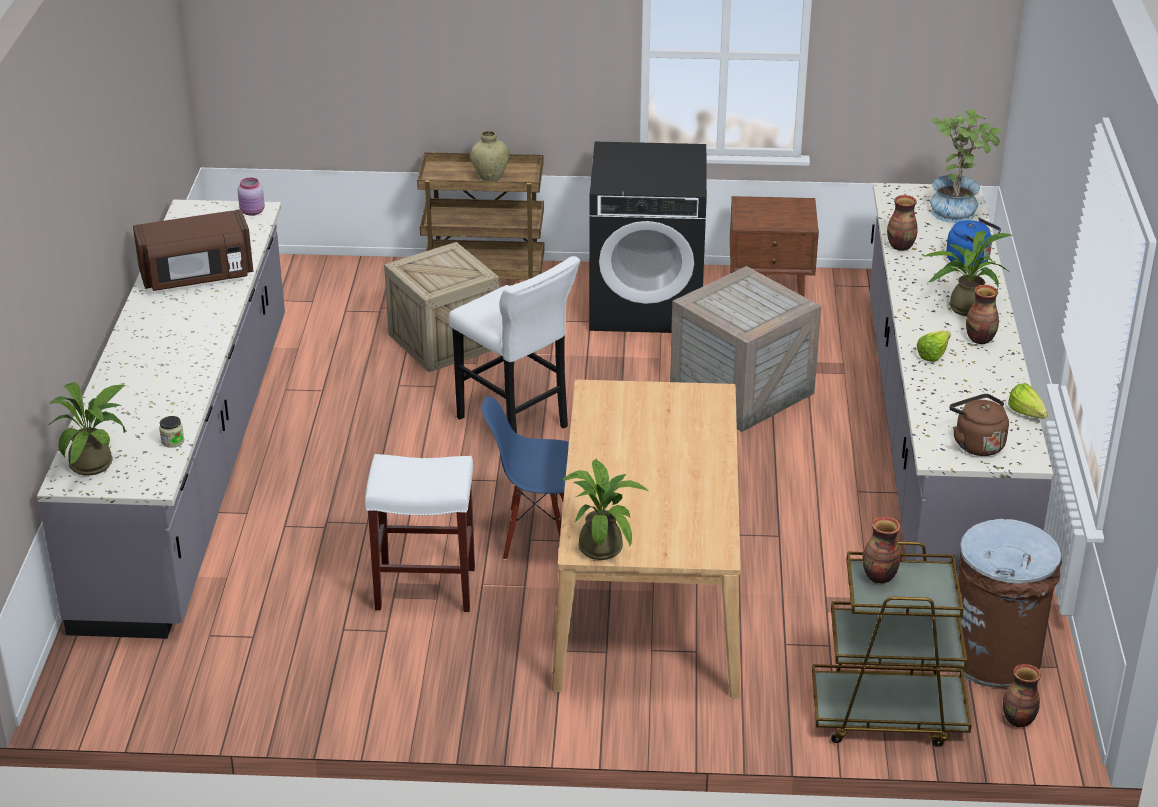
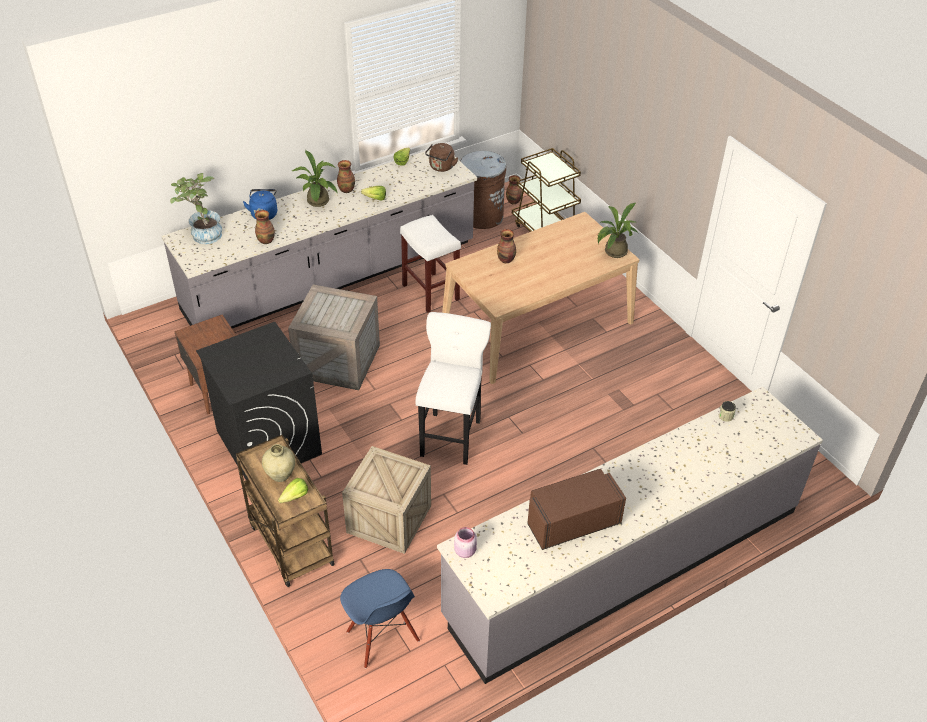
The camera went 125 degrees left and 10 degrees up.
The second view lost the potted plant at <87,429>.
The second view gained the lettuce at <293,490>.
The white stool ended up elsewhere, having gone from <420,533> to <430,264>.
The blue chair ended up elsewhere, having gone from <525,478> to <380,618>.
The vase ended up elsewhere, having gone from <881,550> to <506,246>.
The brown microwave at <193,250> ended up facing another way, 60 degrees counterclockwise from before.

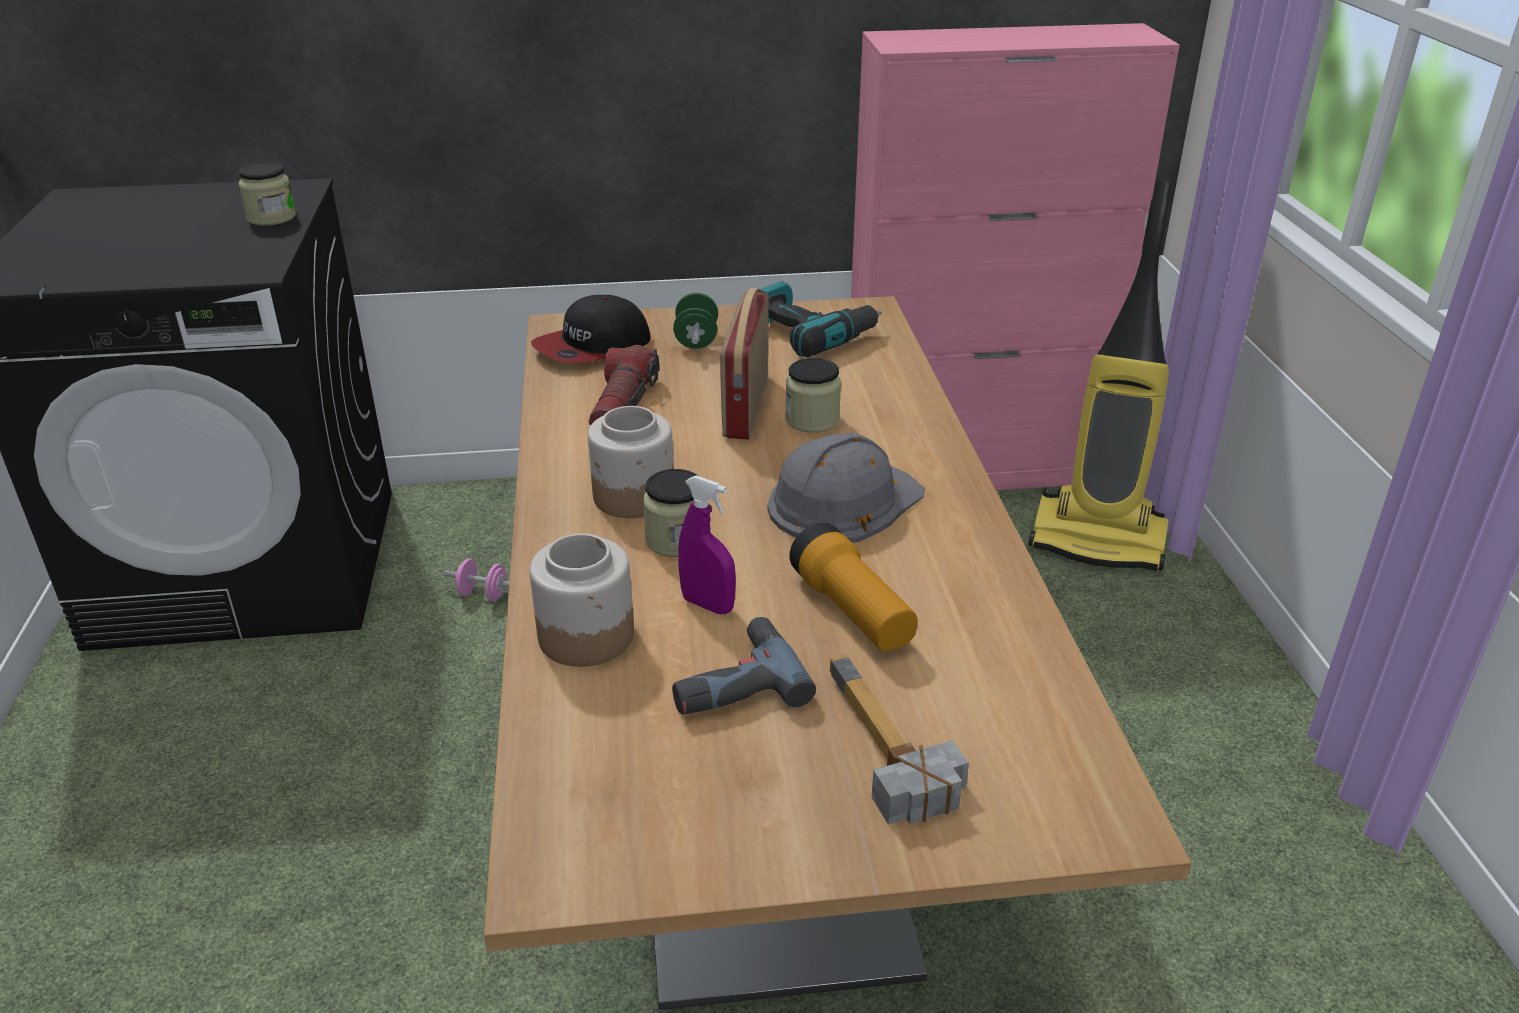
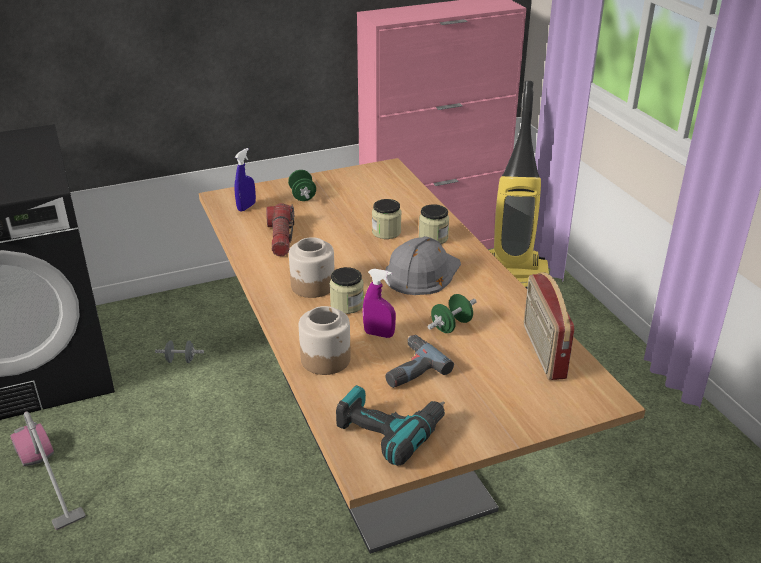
The camera went 15 degrees left and 0 degrees up.
The second view lost the hammer at <899,740>.
The second view gained the vacuum cleaner at <48,470>.
The jar ended up elsewhere, having gone from <267,194> to <434,224>.
The radio ended up elsewhere, having gone from <744,364> to <549,326>.
The power drill ended up elsewhere, having gone from <821,319> to <390,425>.
Where the cap stood at <591,329>, the blue spray bottle came to stand at <245,180>.
Where the flashlight stood at <853,586>, the green dumbbell came to stand at <452,313>.
What was the pink dumbbell at <476,580> turned into the grey dumbbell at <179,351>.

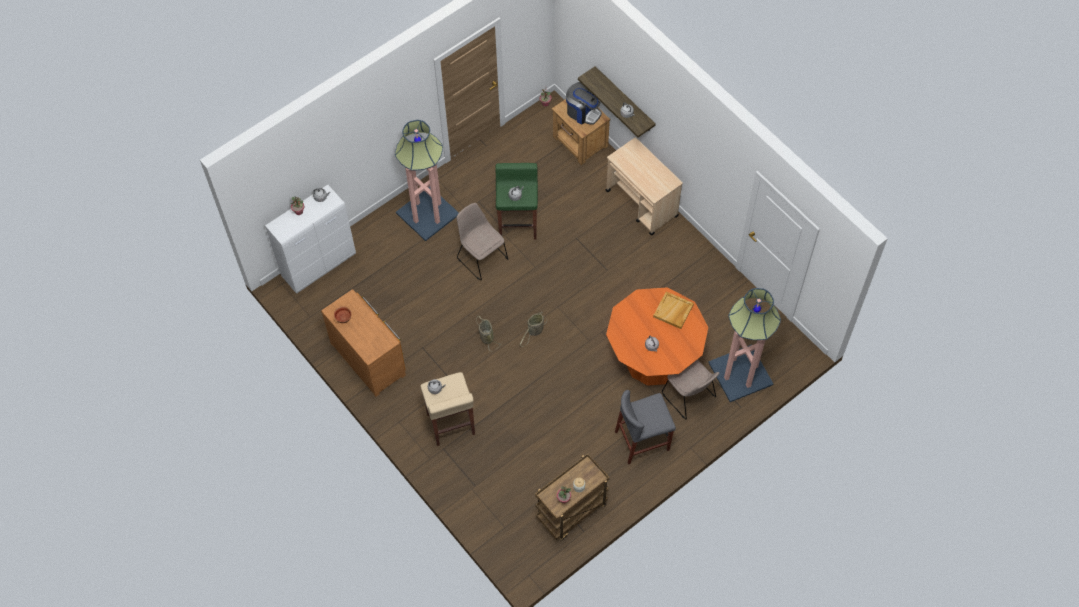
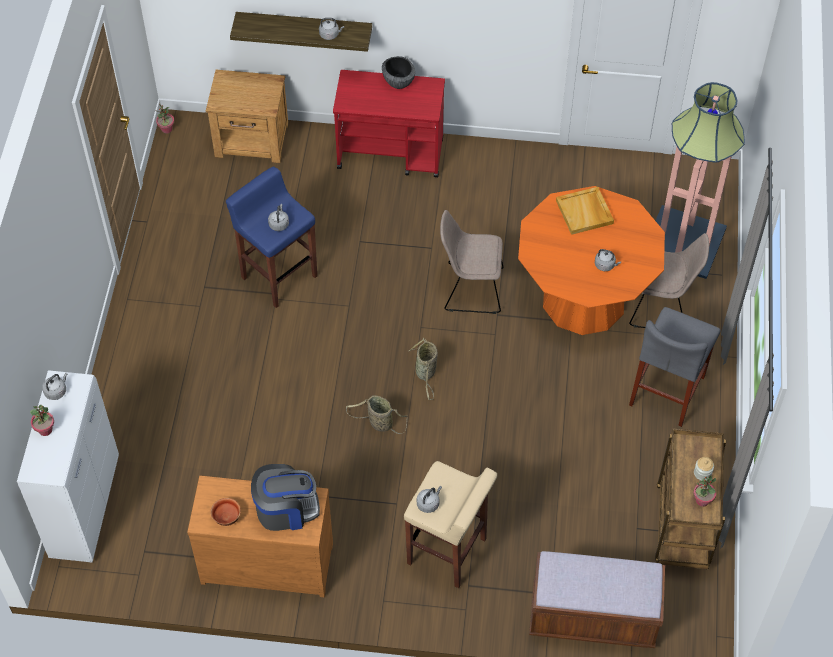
The camera went 45 degrees left and 5 degrees down.
The second view lost the floor lamp at <427,180>.
The second view gained the bowl at <398,72>.
The second view gained the brown bench at <597,599>.
The beige chair ended up elsewhere, having gone from <482,241> to <472,262>.
The coffee machine ended up elsewhere, having gone from <584,103> to <285,497>.
What was the green stool at <516,201> turned into the blue stool at <271,237>.
What was the beige cart at <644,186> turned into the red cart at <389,123>.

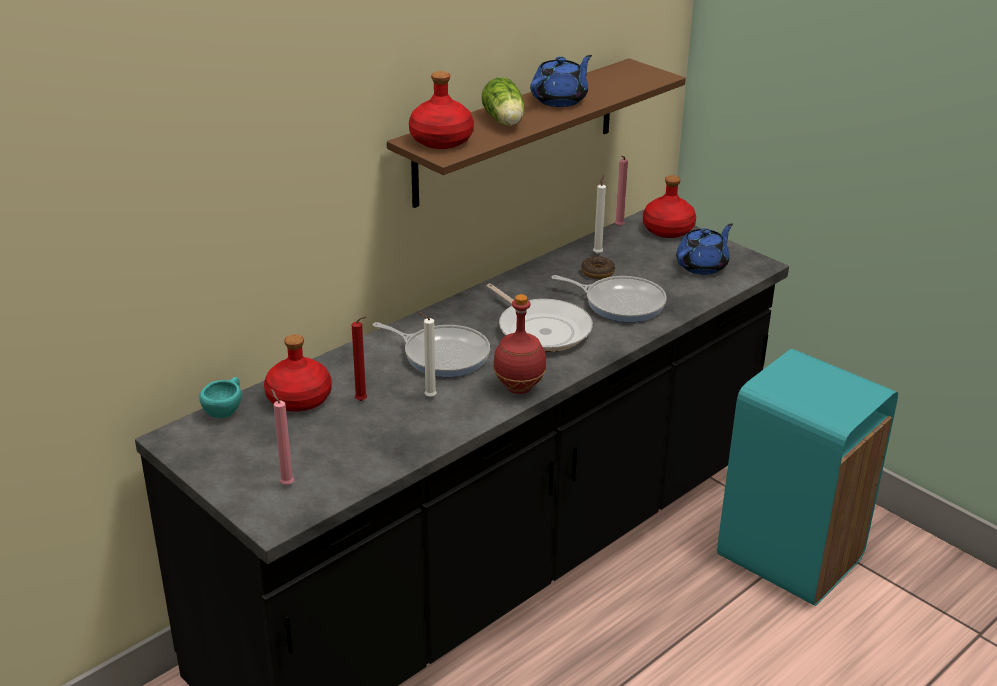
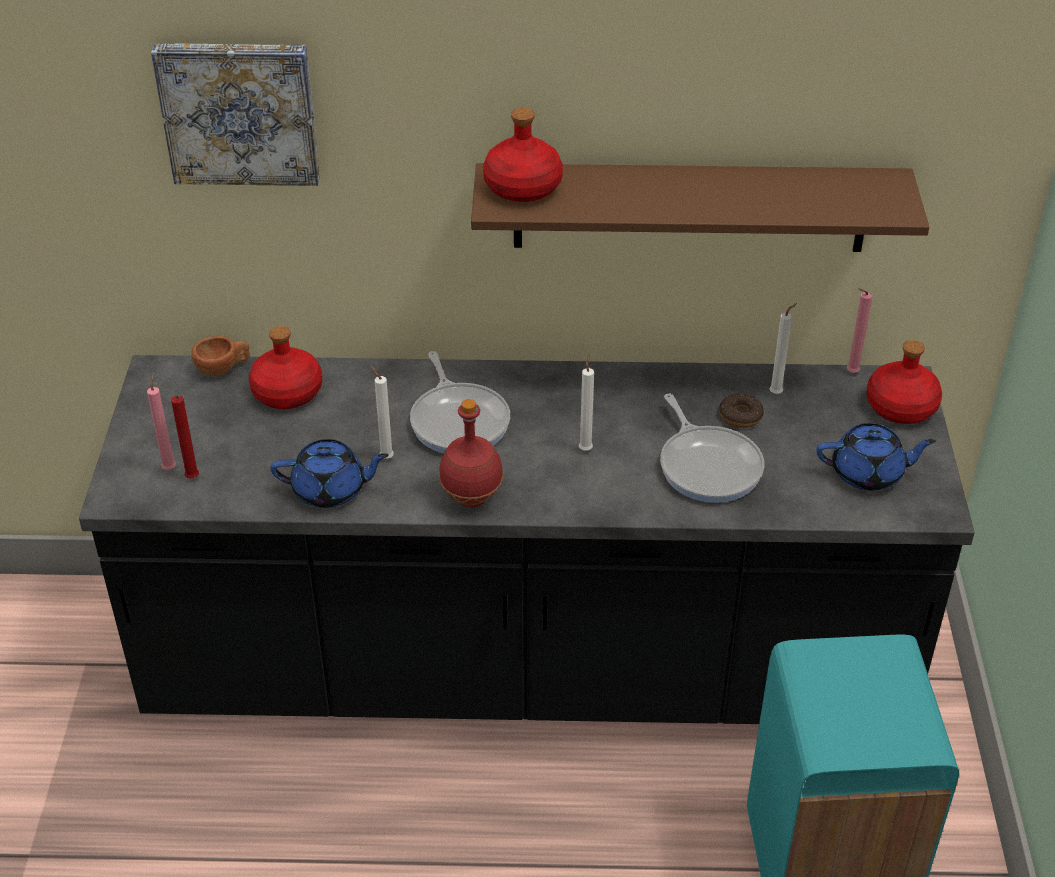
The camera went 45 degrees right and 10 degrees up.
The second view lost the lettuce at <503,101>.
The second view gained the picture at <235,114>.
The red candle ended up elsewhere, having gone from <359,358> to <185,436>.
The blue teapot ended up elsewhere, having gone from <561,81> to <329,473>.
Where the frying pan stood at <540,317>, the white candle came to stand at <586,402>.
What was the turquoise cup at <220,397> turned into the brown cup at <220,356>.

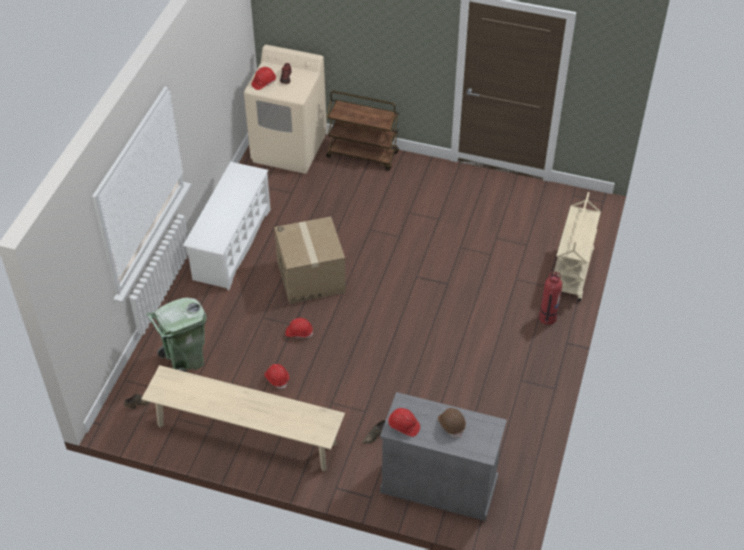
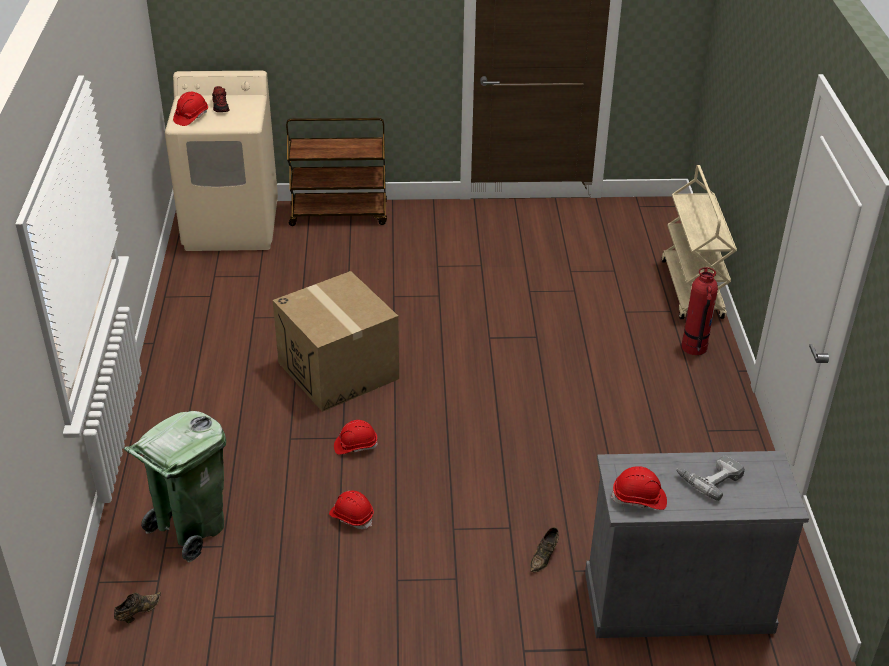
The camera went 20 degrees left and 10 degrees down.
The second view lost the beige bench at <243,418>.
The second view lost the white shoe rack at <227,226>.
Where the brown hard hat stood at <452,422>, the power drill came to stand at <711,478>.

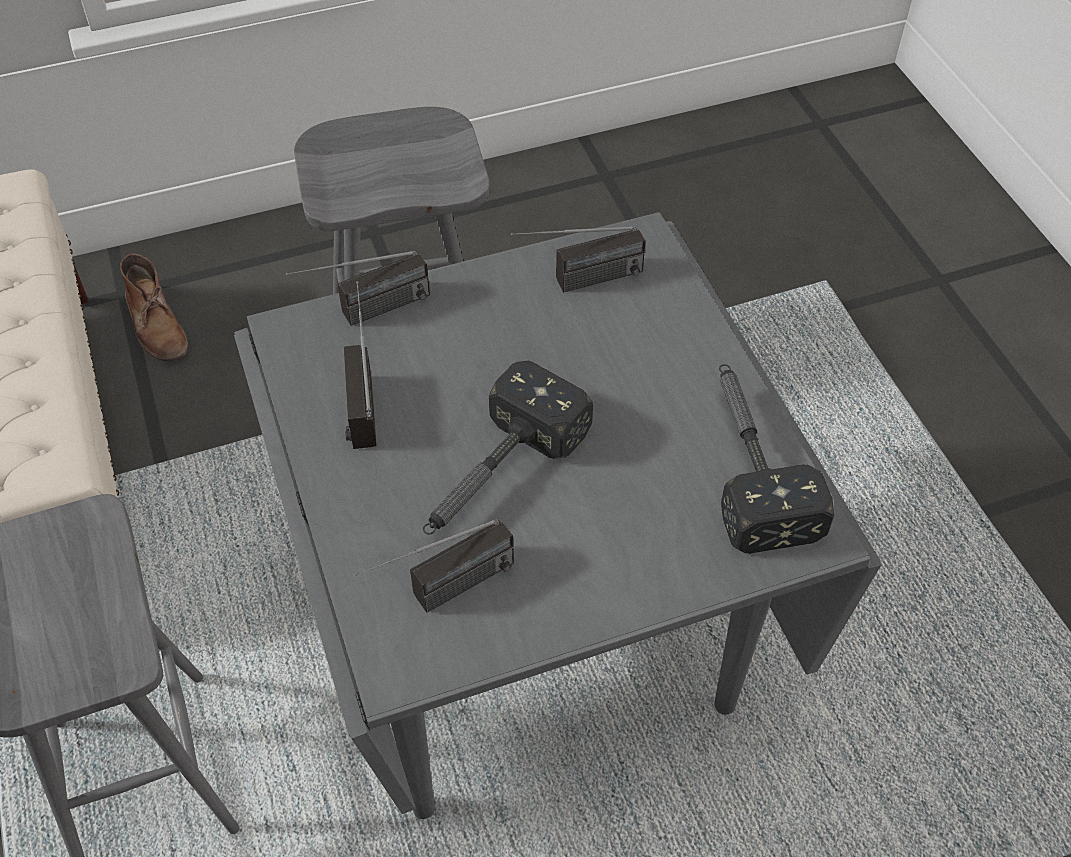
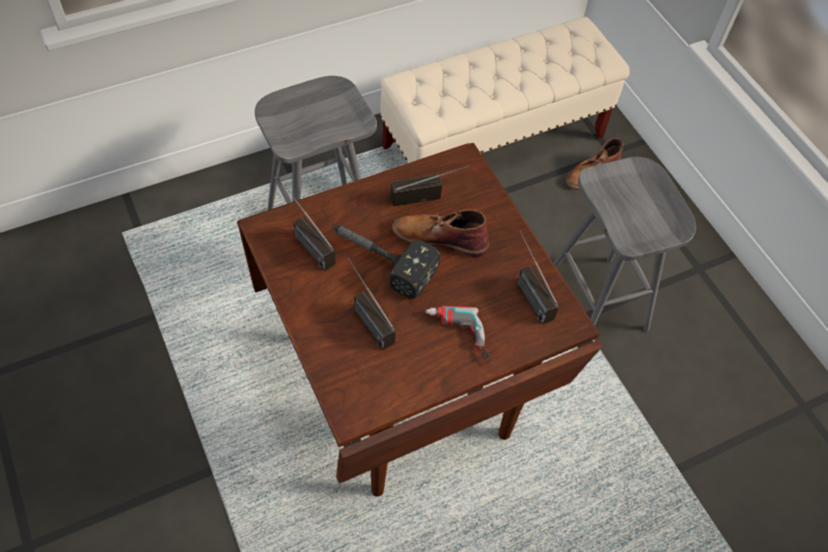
The camera went 80 degrees right and 5 degrees up.
The second view lost the hammer at <776,459>.
The second view gained the brown boot at <440,233>.
The second view gained the power drill at <459,335>.
The radio ended up elsewhere, having gone from <358,288> to <372,304>.
What was the grey dining table at <558,515> turned into the brown dining table at <419,320>.

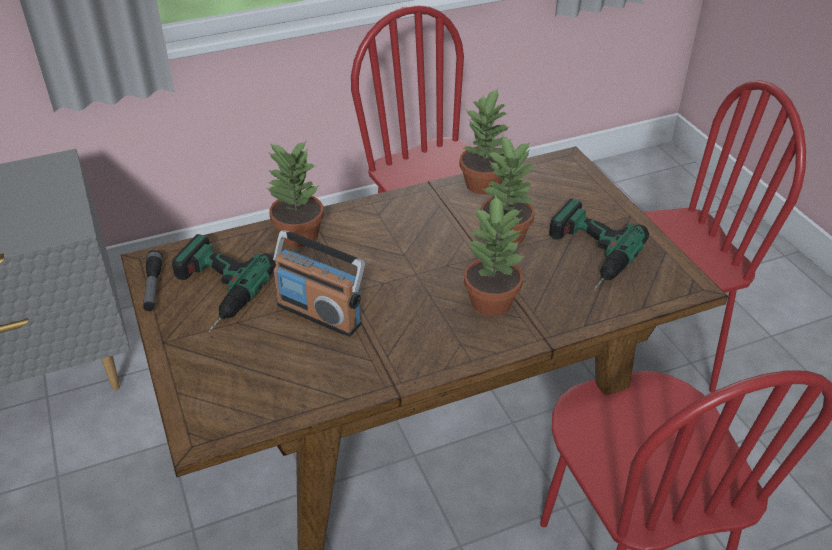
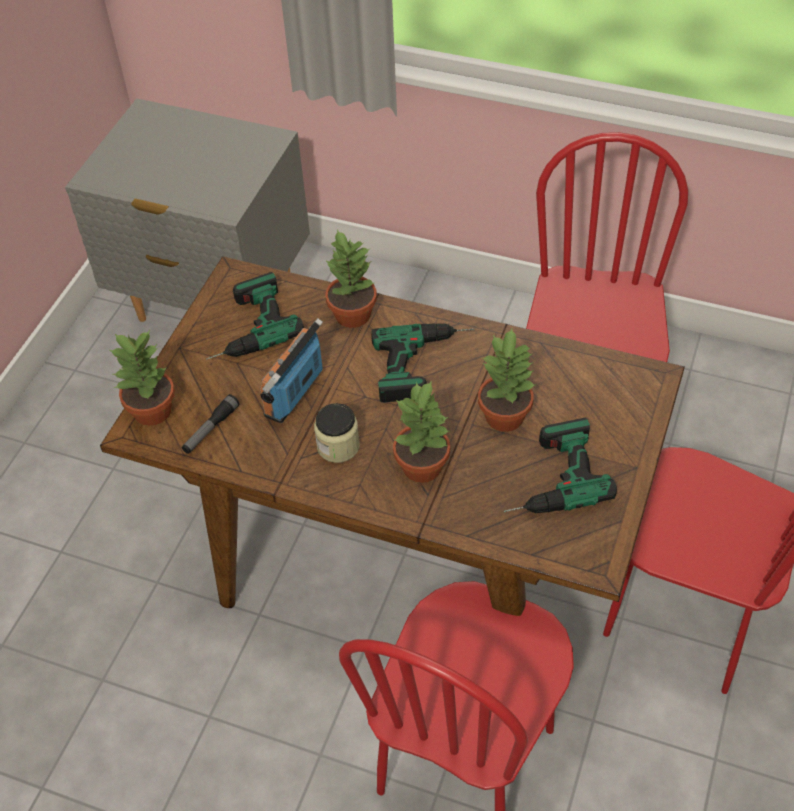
The camera went 45 degrees right and 10 degrees up.
The second view gained the jar at <337,433>.
The second view gained the power drill at <422,363>.
The flashlight ended up elsewhere, having gone from <153,280> to <211,424>.
The potted plant ended up elsewhere, having gone from <485,141> to <142,378>.
The radio at <319,283> ended up facing another way, 45 degrees clockwise from before.

